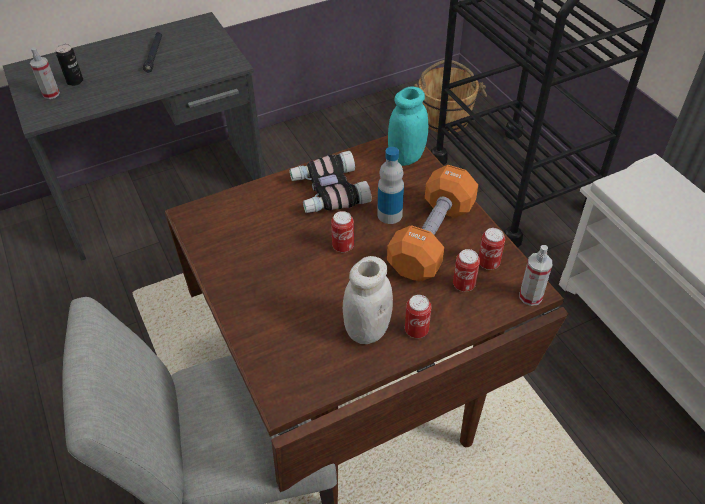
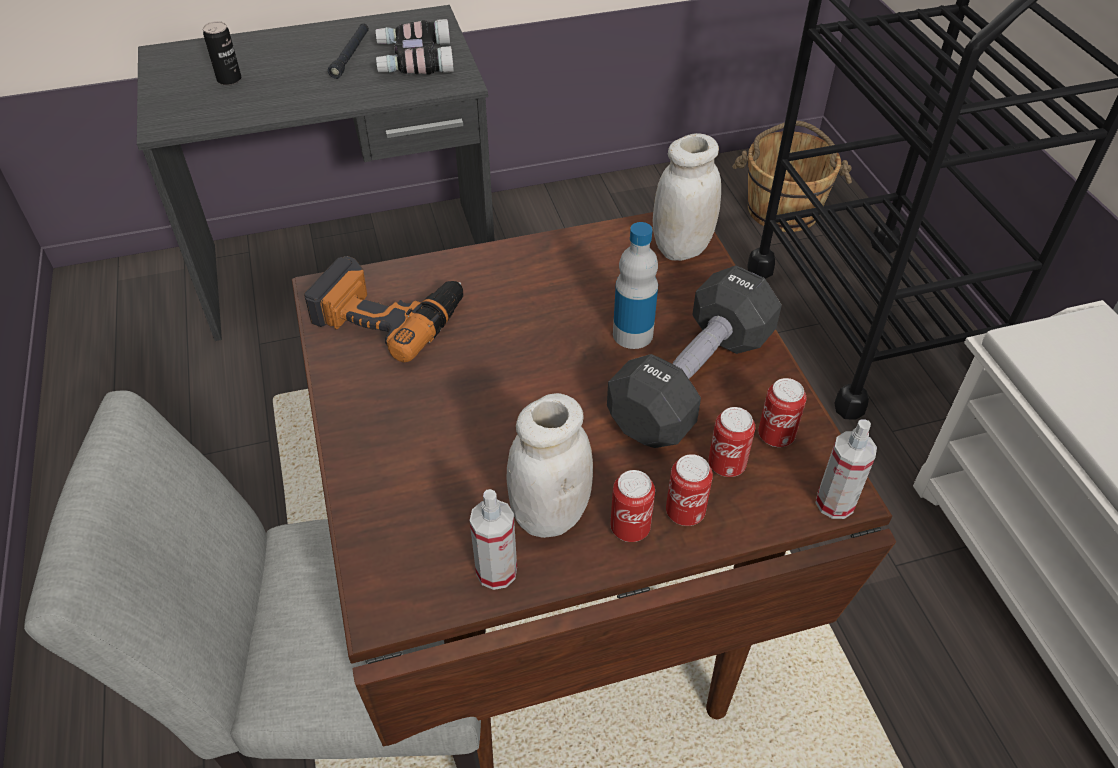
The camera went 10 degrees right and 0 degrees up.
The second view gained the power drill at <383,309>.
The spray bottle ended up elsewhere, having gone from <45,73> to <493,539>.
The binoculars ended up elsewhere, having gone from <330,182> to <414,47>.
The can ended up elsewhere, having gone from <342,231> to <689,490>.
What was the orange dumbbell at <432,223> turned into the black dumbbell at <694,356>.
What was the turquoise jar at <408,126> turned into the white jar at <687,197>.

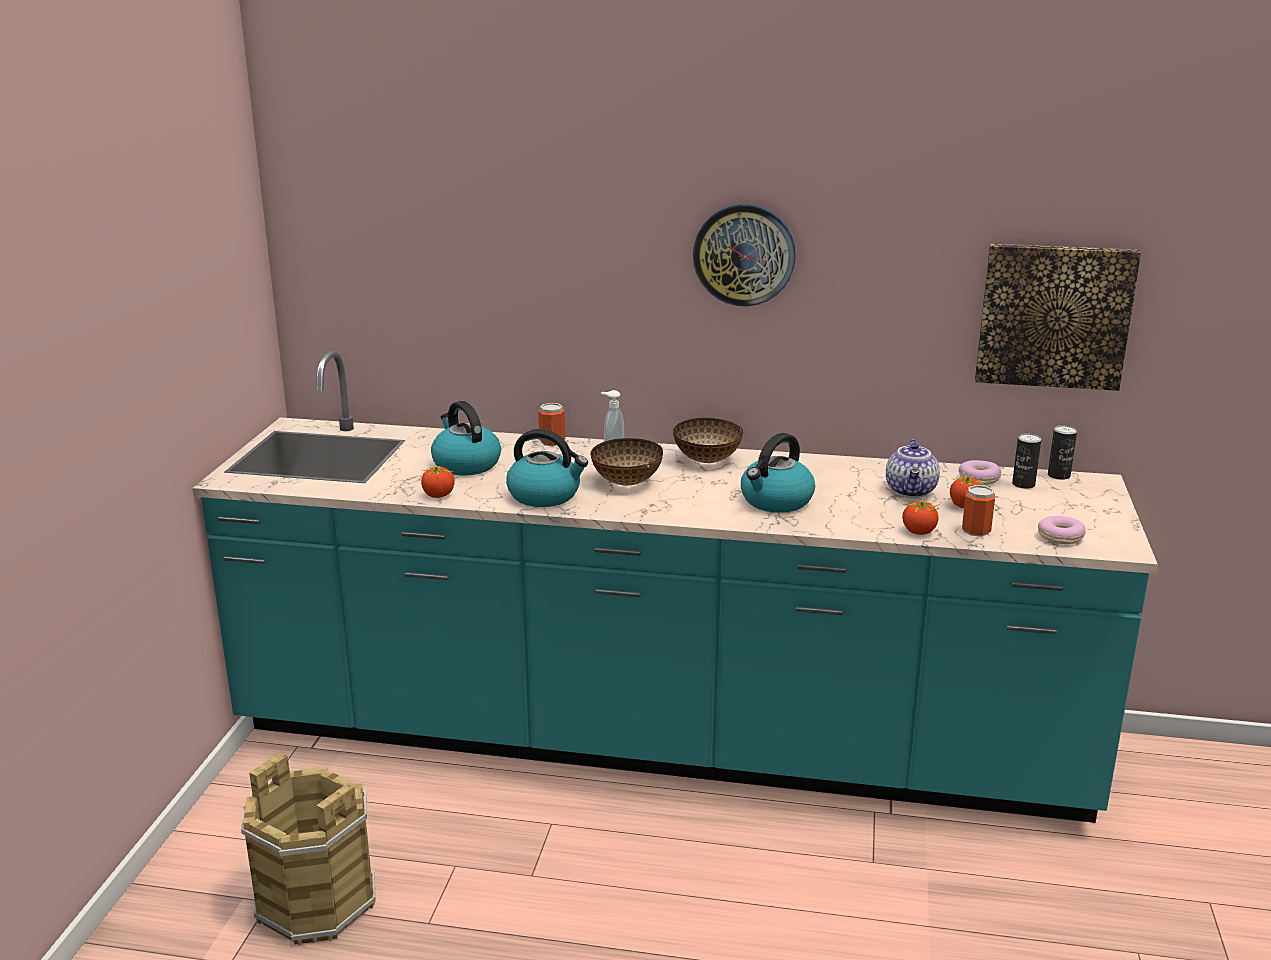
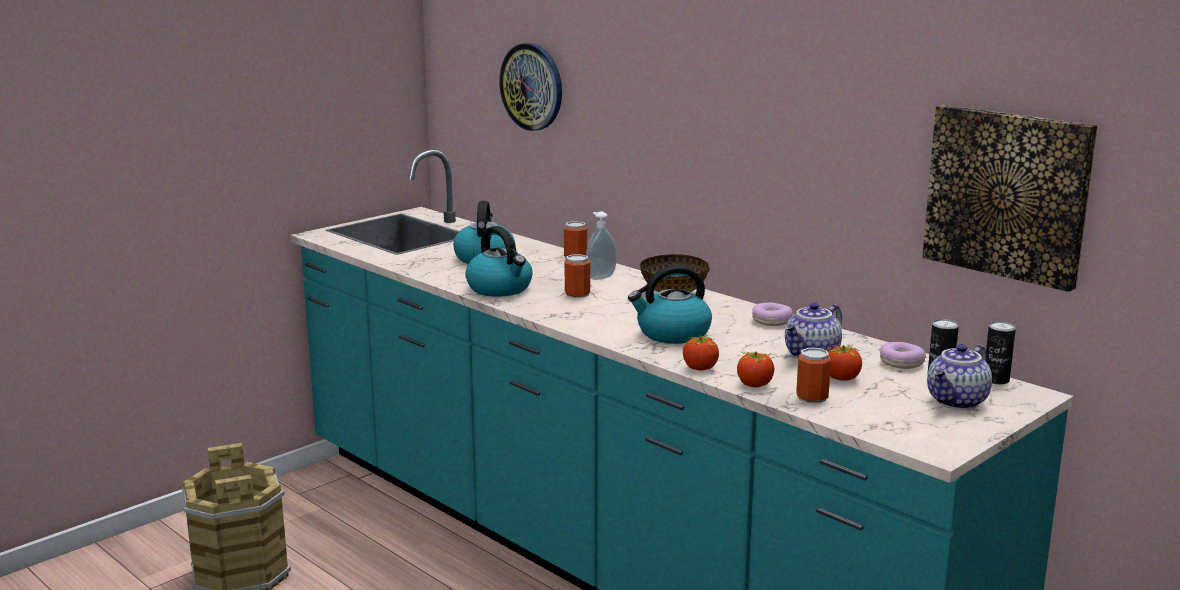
The camera went 35 degrees right and 5 degrees down.
The second view gained the teapot at <959,377>.
The tomato ended up elsewhere, having gone from <438,481> to <701,352>.
The wall clock ended up elsewhere, having gone from <744,255> to <530,87>.
The donut ended up elsewhere, having gone from <1062,530> to <773,314>.
Where the bowl stood at <626,462>, the can came to stand at <577,276>.

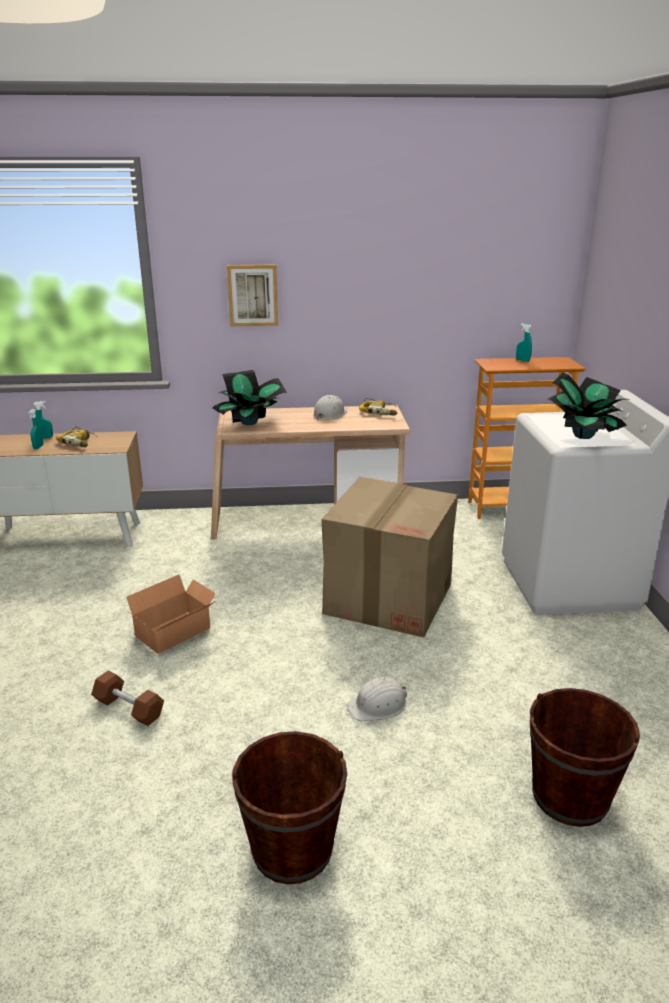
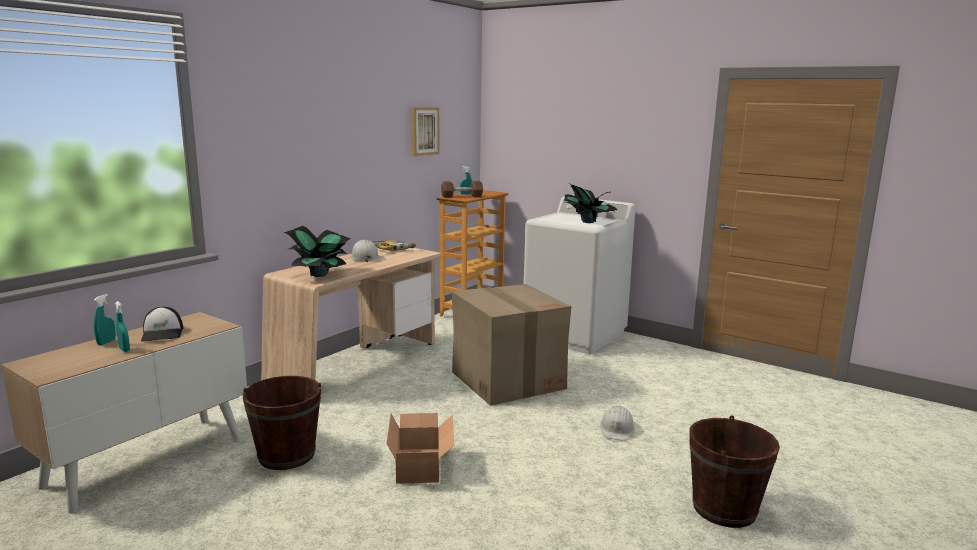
The camera went 50 degrees left and 10 degrees down.
The brown dumbbell ended up elsewhere, having gone from <127,698> to <462,189>.
The picture ended up elsewhere, having gone from <252,295> to <425,131>.
The brown bucket ended up elsewhere, having gone from <585,757> to <282,423>.
Where the power drill stood at <76,436>, the cap came to stand at <162,324>.

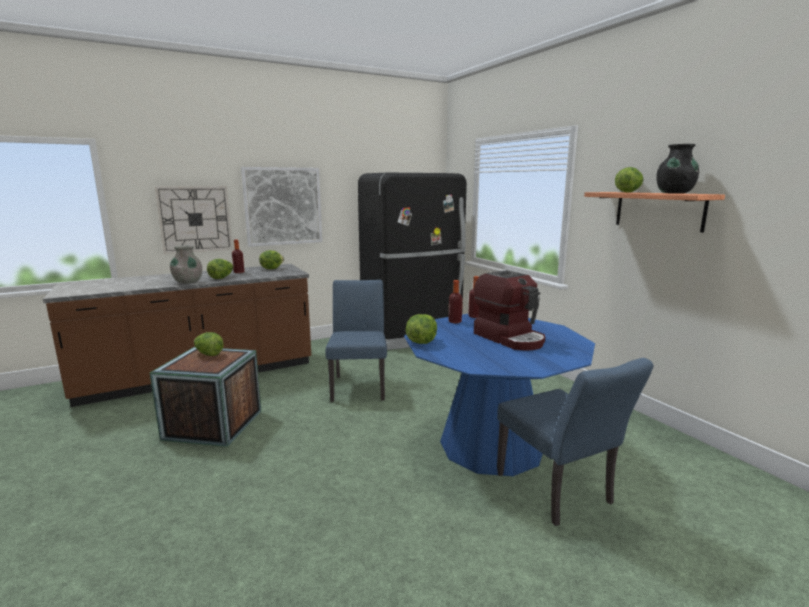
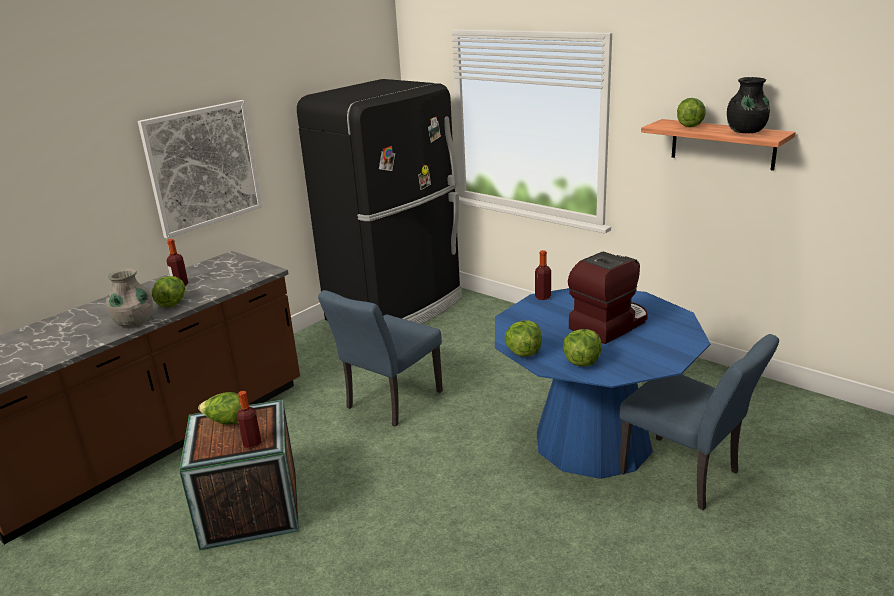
The camera went 20 degrees left and 10 degrees up.
The second view lost the wall clock at <194,220>.
The lettuce ended up elsewhere, having gone from <271,259> to <582,347>.
The bottle ended up elsewhere, having gone from <455,301> to <249,419>.
The blue chair at <356,341> ended up facing another way, 120 degrees counterclockwise from before.
The coffee machine at <509,310> ended up facing another way, 75 degrees counterclockwise from before.

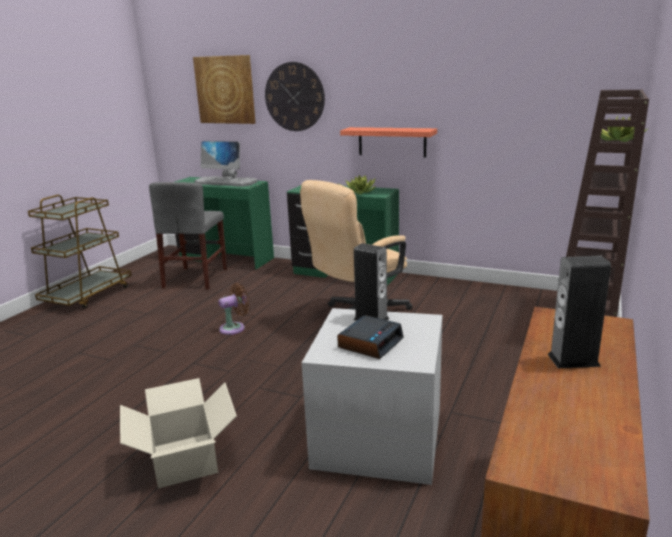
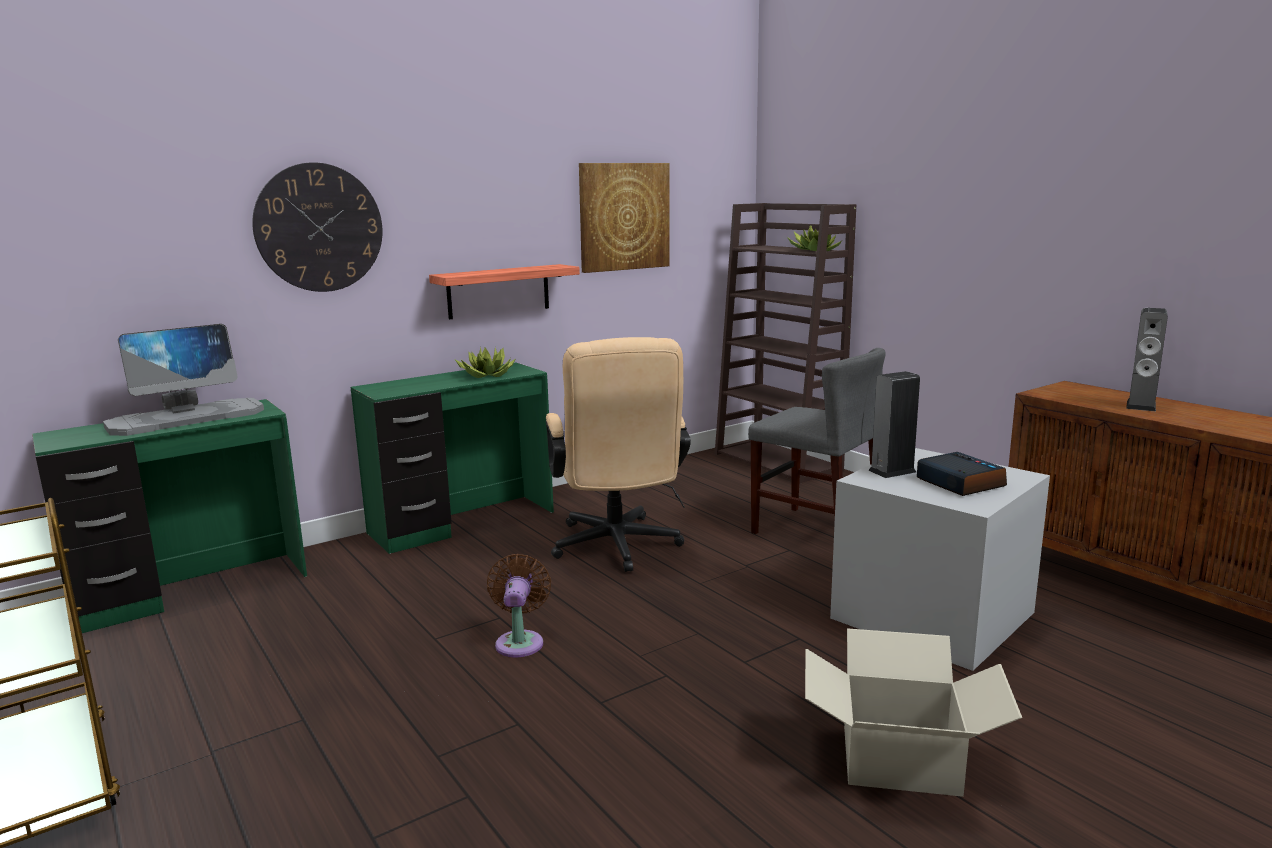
The camera went 60 degrees left and 5 degrees down.
The grey chair ended up elsewhere, having gone from <188,236> to <817,441>.
The picture ended up elsewhere, having gone from <224,89> to <624,218>.

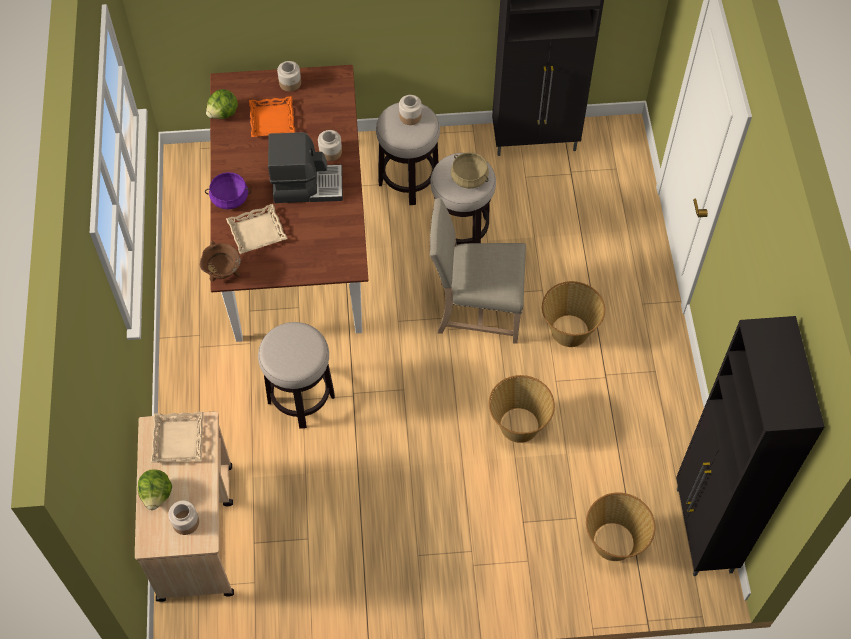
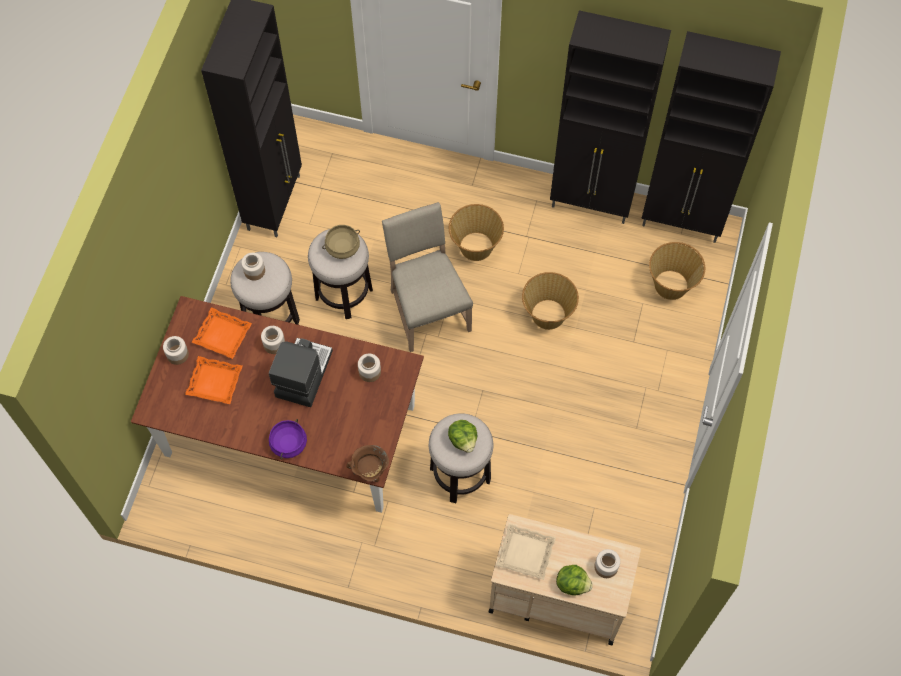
The camera went 70 degrees left and 5 degrees up.
The second view lost the beige tray at <257,229>.
The second view gained the orange tray at <222,333>.
The second view gained the jar at <369,367>.
The second view gained the black cabinet at <610,117>.
The lettuce ended up elsewhere, having gone from <222,104> to <462,436>.
The beige chair at <477,271> ended up facing another way, 135 degrees clockwise from before.

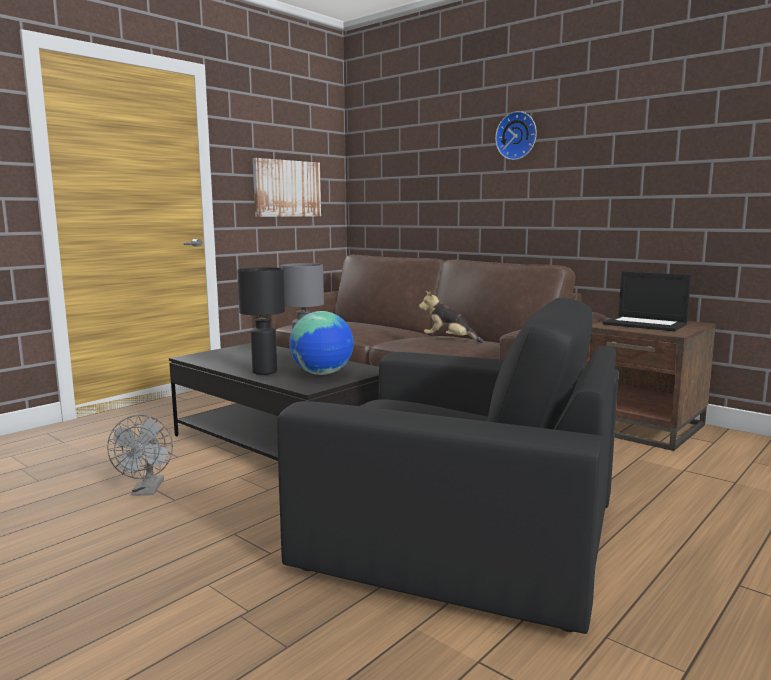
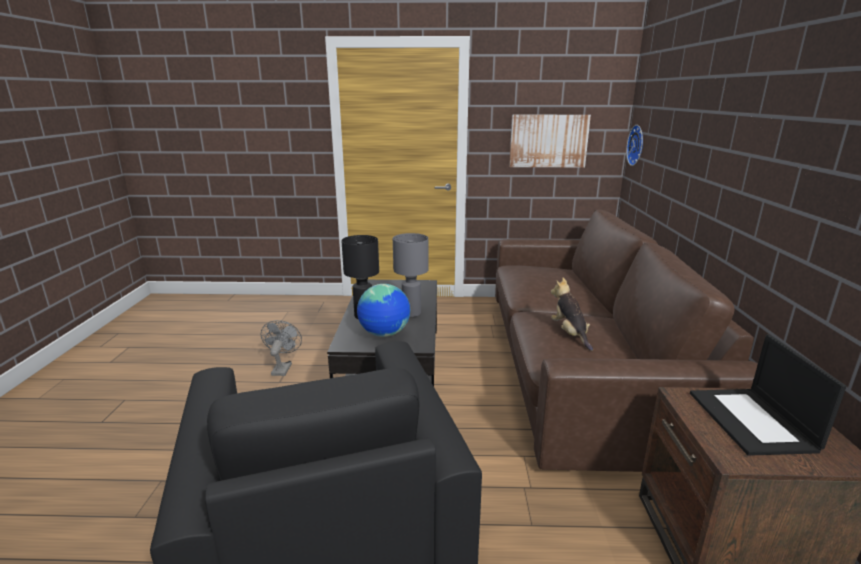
The camera went 50 degrees right and 10 degrees up.
The wall clock ended up elsewhere, having gone from <516,135> to <634,145>.
The grey fan at <140,455> ended up facing another way, 135 degrees clockwise from before.

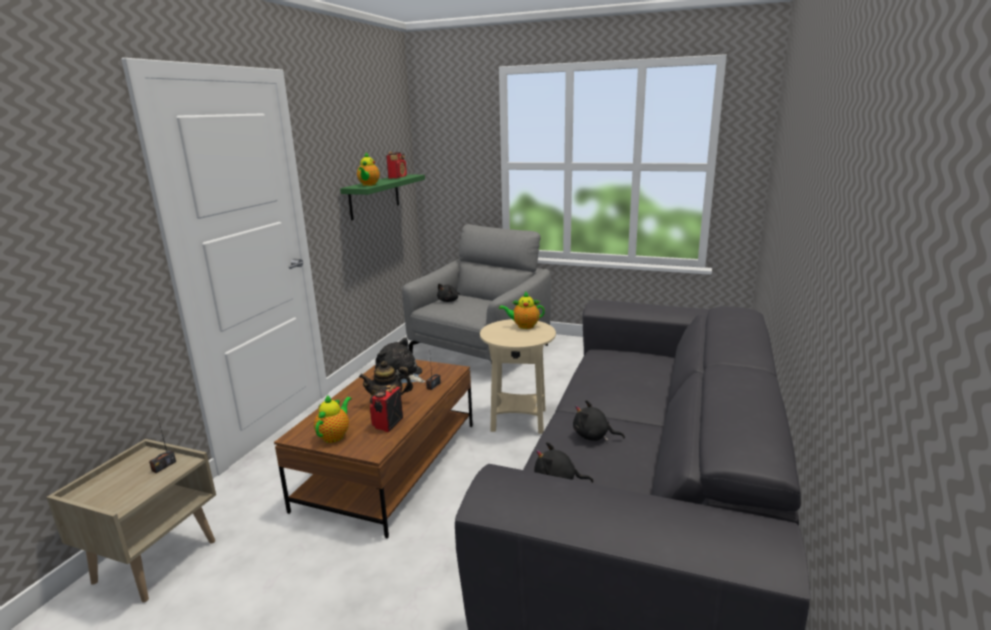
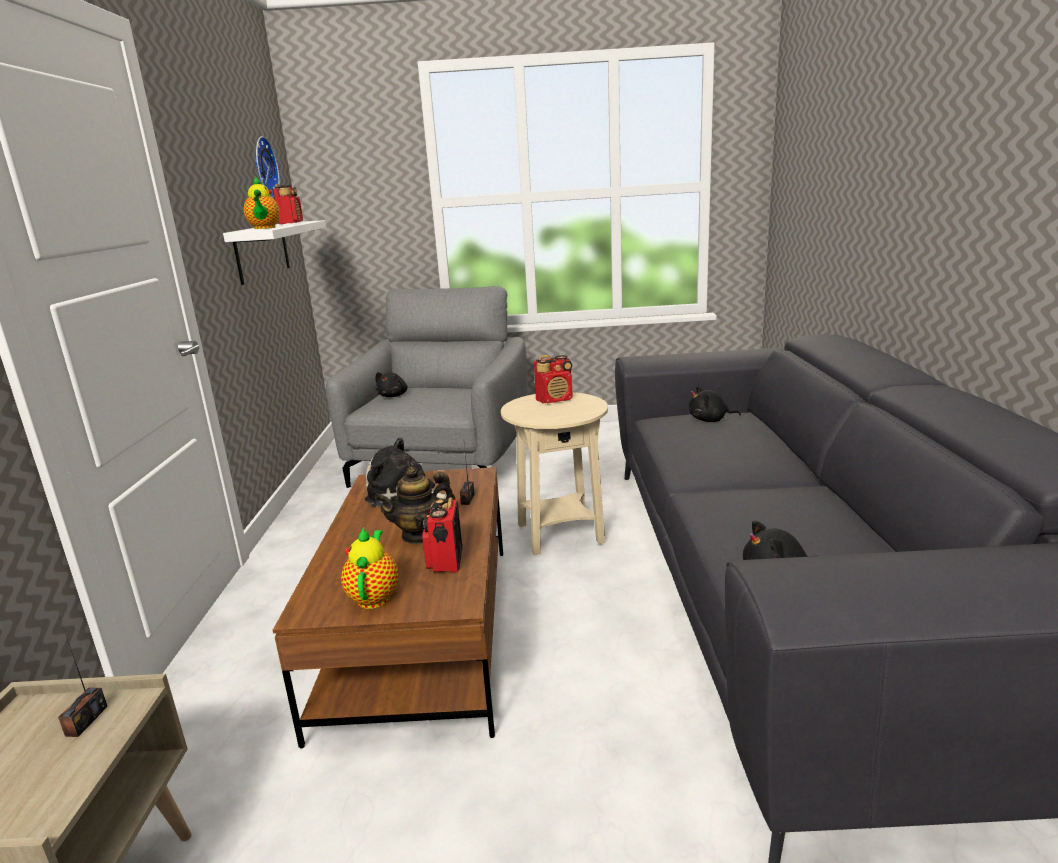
The camera went 20 degrees left and 0 degrees up.
The second view gained the wall clock at <267,167>.
The black plush toy ended up elsewhere, having gone from <599,420> to <715,404>.
Where the teapot stood at <522,310>, the radio came to stand at <553,379>.
What was the green shelf at <382,197> turned into the white shelf at <274,252>.

